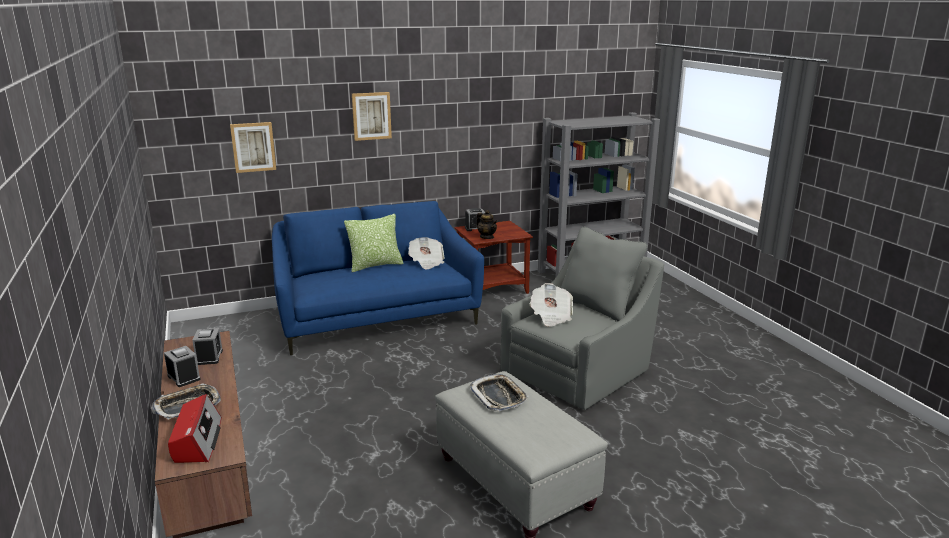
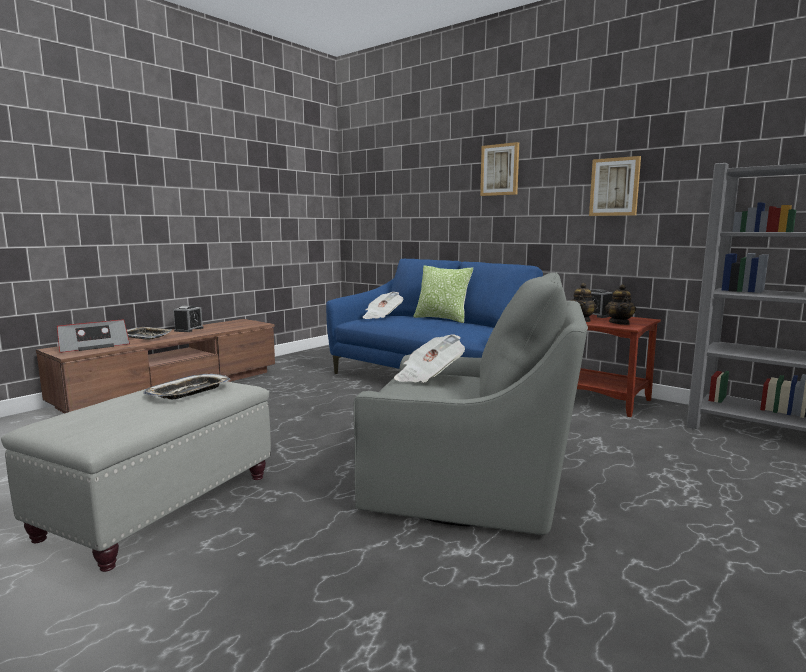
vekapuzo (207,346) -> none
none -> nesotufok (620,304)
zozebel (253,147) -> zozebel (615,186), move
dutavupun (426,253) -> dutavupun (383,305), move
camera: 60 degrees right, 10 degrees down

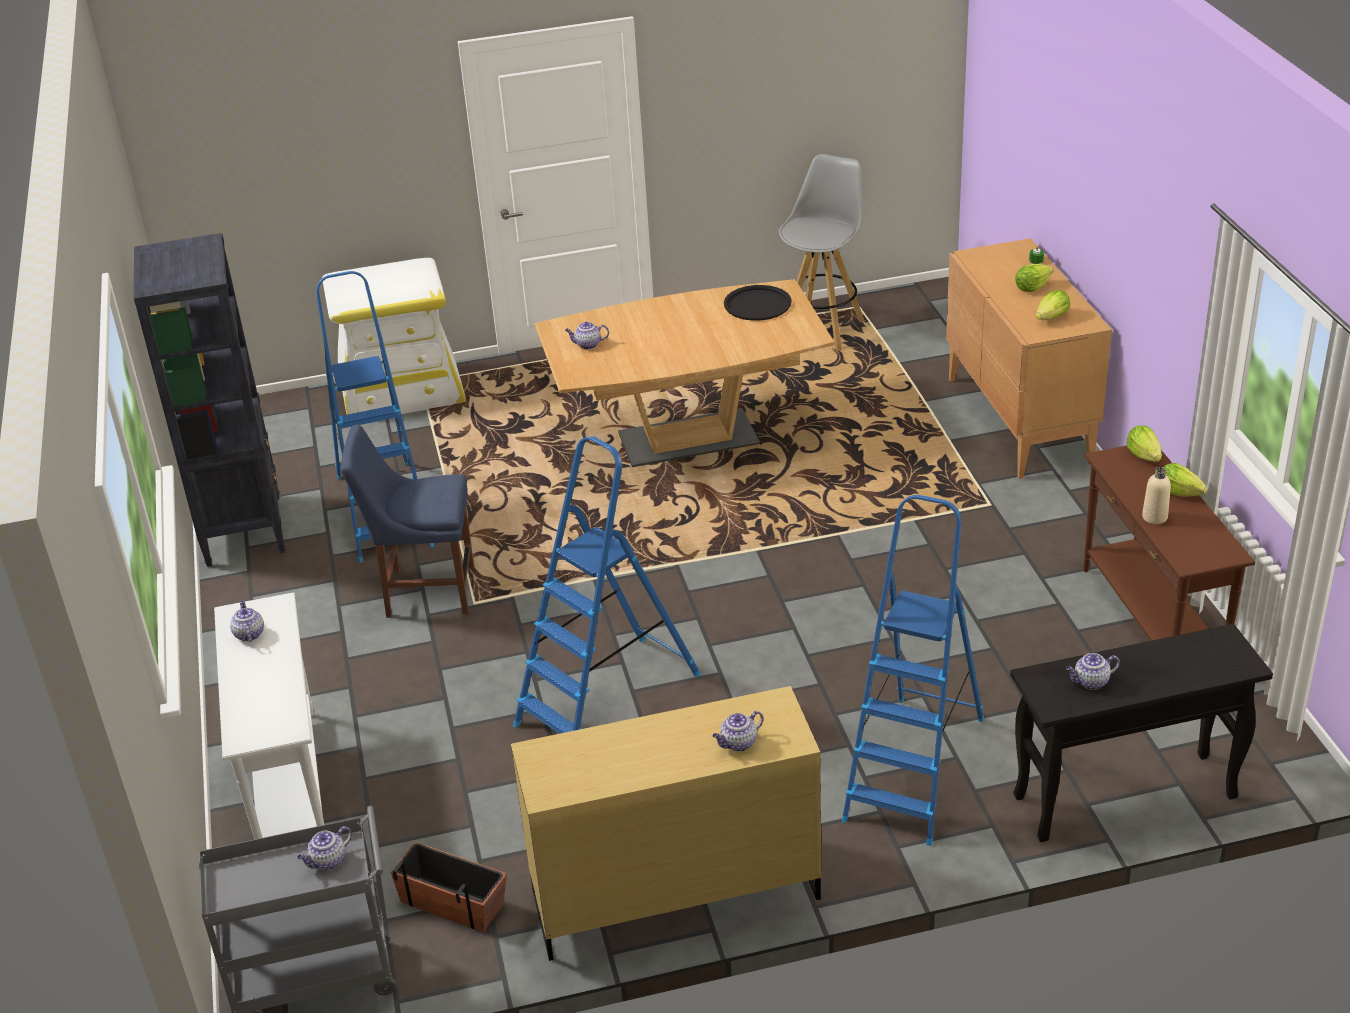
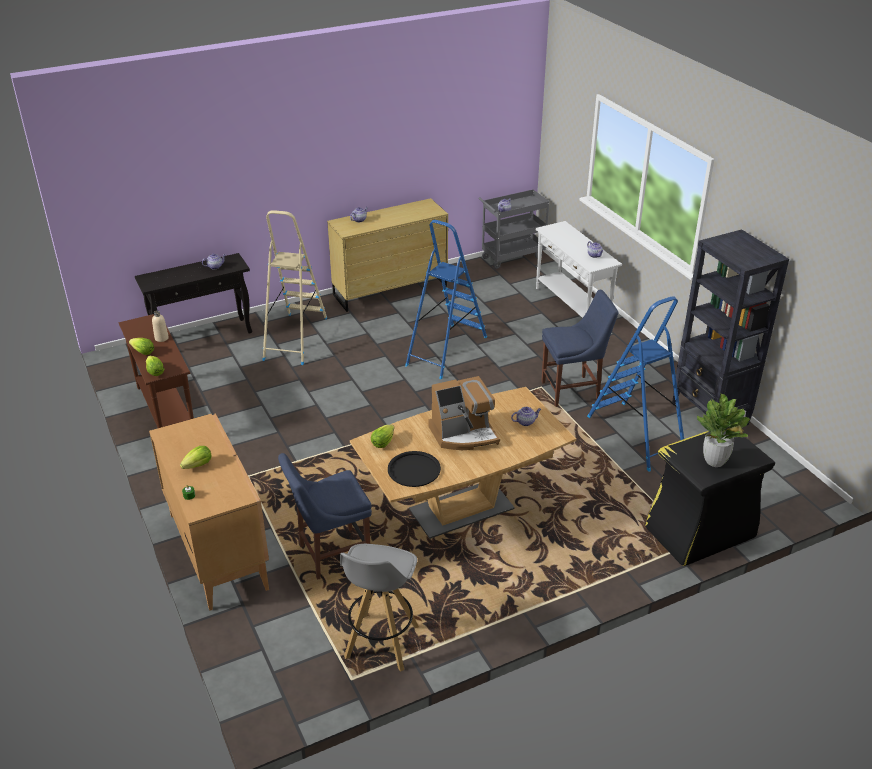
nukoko (448,887) -> none
none -> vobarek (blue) (325,516)
none -> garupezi (464,413)
none -> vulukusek (724,430)
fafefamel (1053,305) -> fafefamel (382,436), move
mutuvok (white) (394,336) -> mutuvok (black) (710,496)
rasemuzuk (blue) (913,670) -> rasemuzuk (beige) (295,287)
camera: 165 degrees right, 0 degrees up

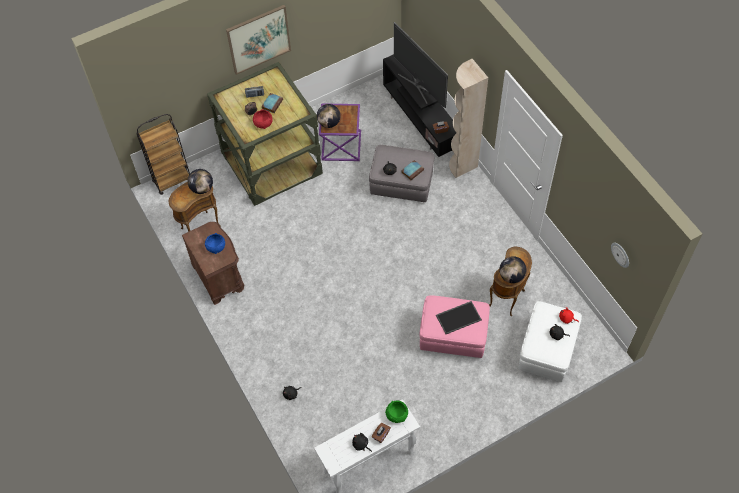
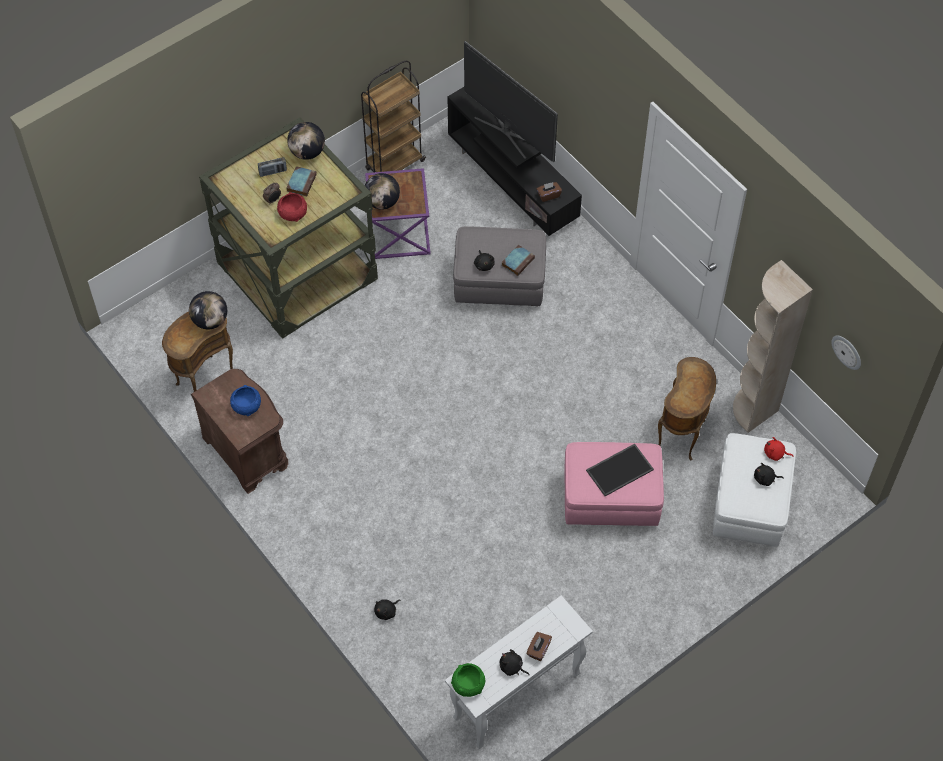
zozebel (258,40) -> none
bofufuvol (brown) (163,154) -> bofufuvol (brown) (394,116), move
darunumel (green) (396,411) -> darunumel (green) (468,680), move
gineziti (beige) (468,118) -> gineziti (beige) (773,346), move
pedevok (513,269) -> pedevok (306,141), move
camera: 10 degrees left, 0 degrees up

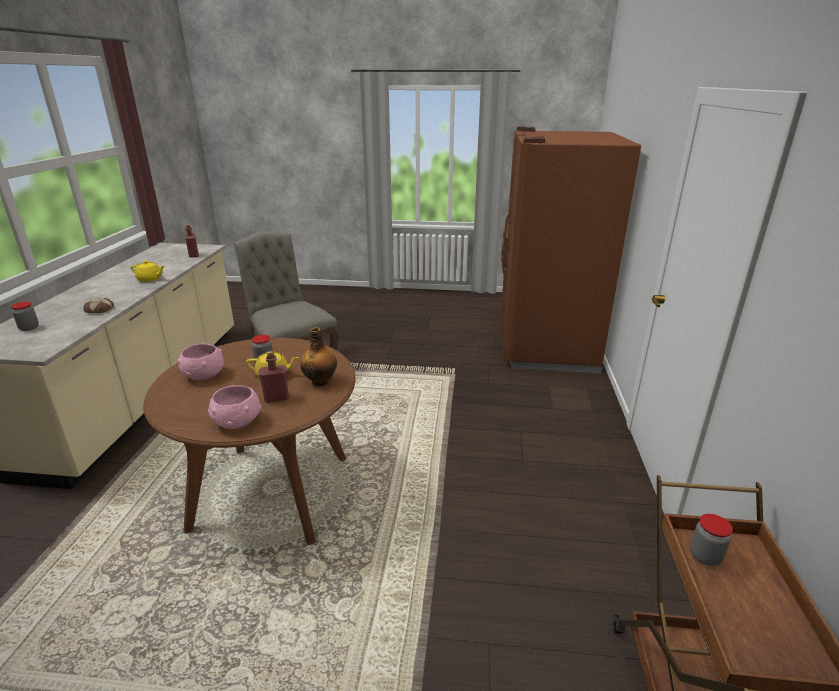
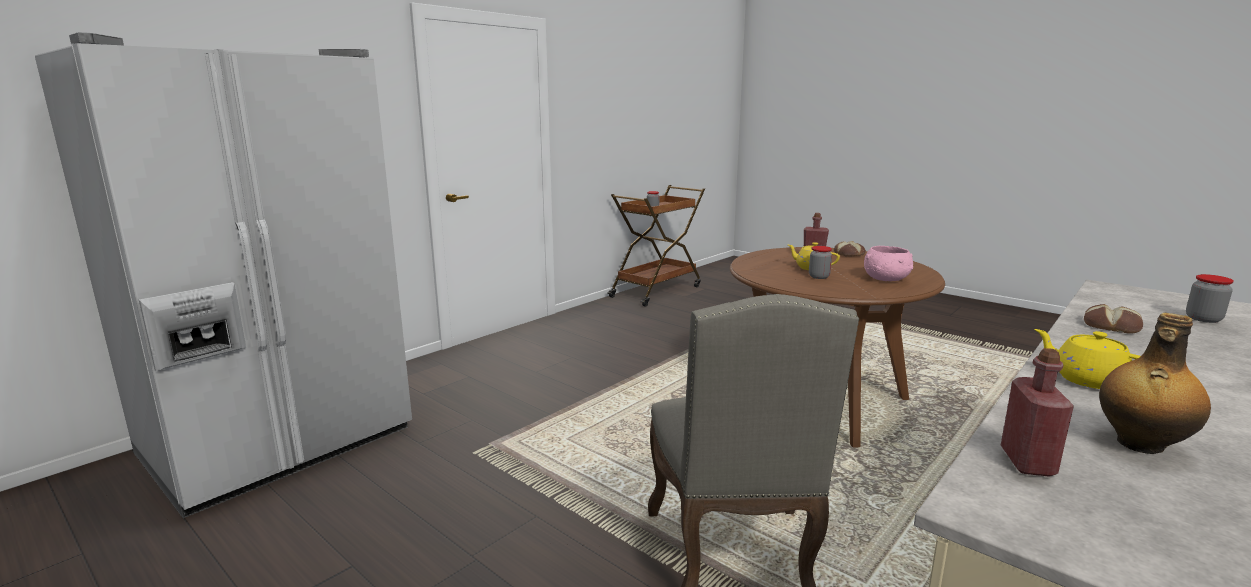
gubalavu (318,356) -> gubalavu (1155,383), move
darunumel (pink) (235,407) -> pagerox (850,248)
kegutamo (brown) (571,250) -> kegutamo (white) (223,275)
camera: 145 degrees left, 10 degrees down

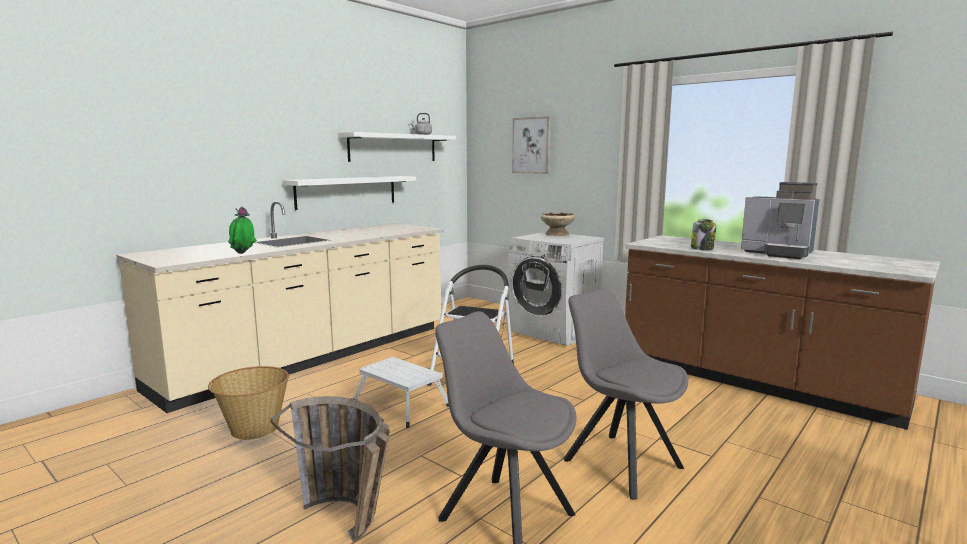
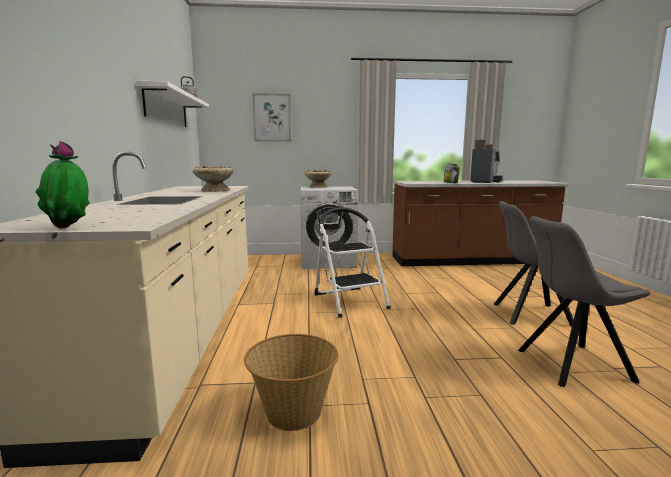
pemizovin (330,469) -> none
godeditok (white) (349,193) -> none
rasemuzuk (white) (401,392) -> none
none -> darunumel (beige) (213,178)
vulukusek (242,230) -> vulukusek (62,185), move
garupezi (780,220) -> garupezi (486,161), 60 degrees counterclockwise
camera: 45 degrees left, 0 degrees up

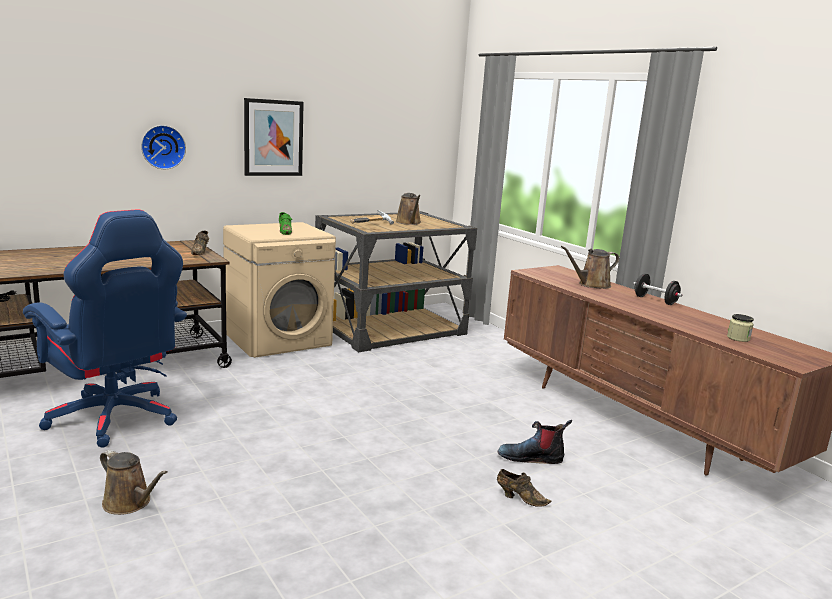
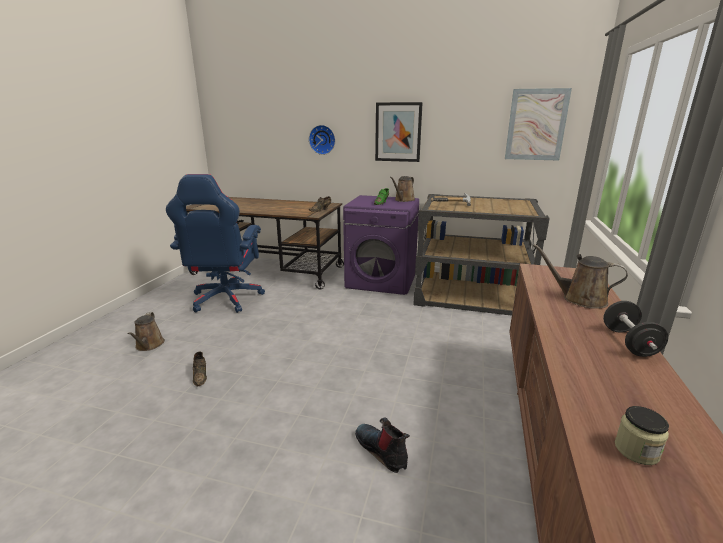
none -> zozebel (538,124)
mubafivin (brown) (408,209) -> mubafivin (brown) (402,189), move
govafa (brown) (524,488) -> govafa (brown) (200,368), move
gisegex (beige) (279,290) -> gisegex (purple) (381,245)
camera: 50 degrees right, 5 degrees up

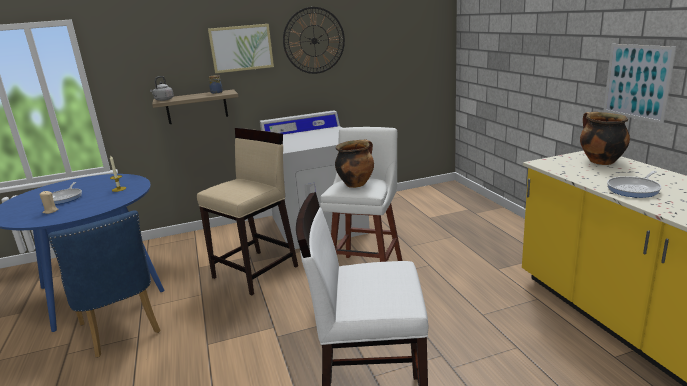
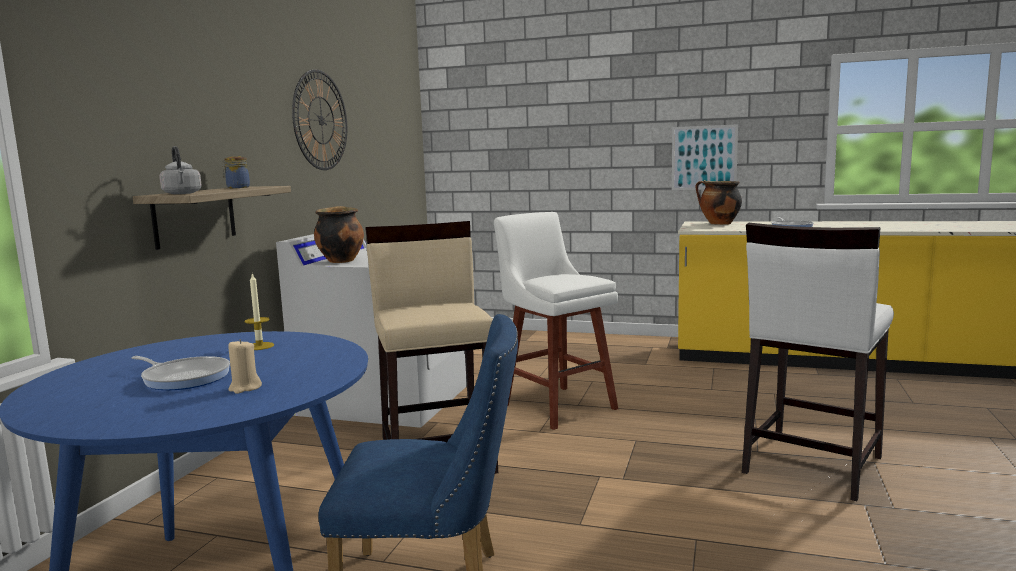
zozebel (241,48) -> none
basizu (354,163) -> basizu (339,234), move
camera: 55 degrees left, 10 degrees down

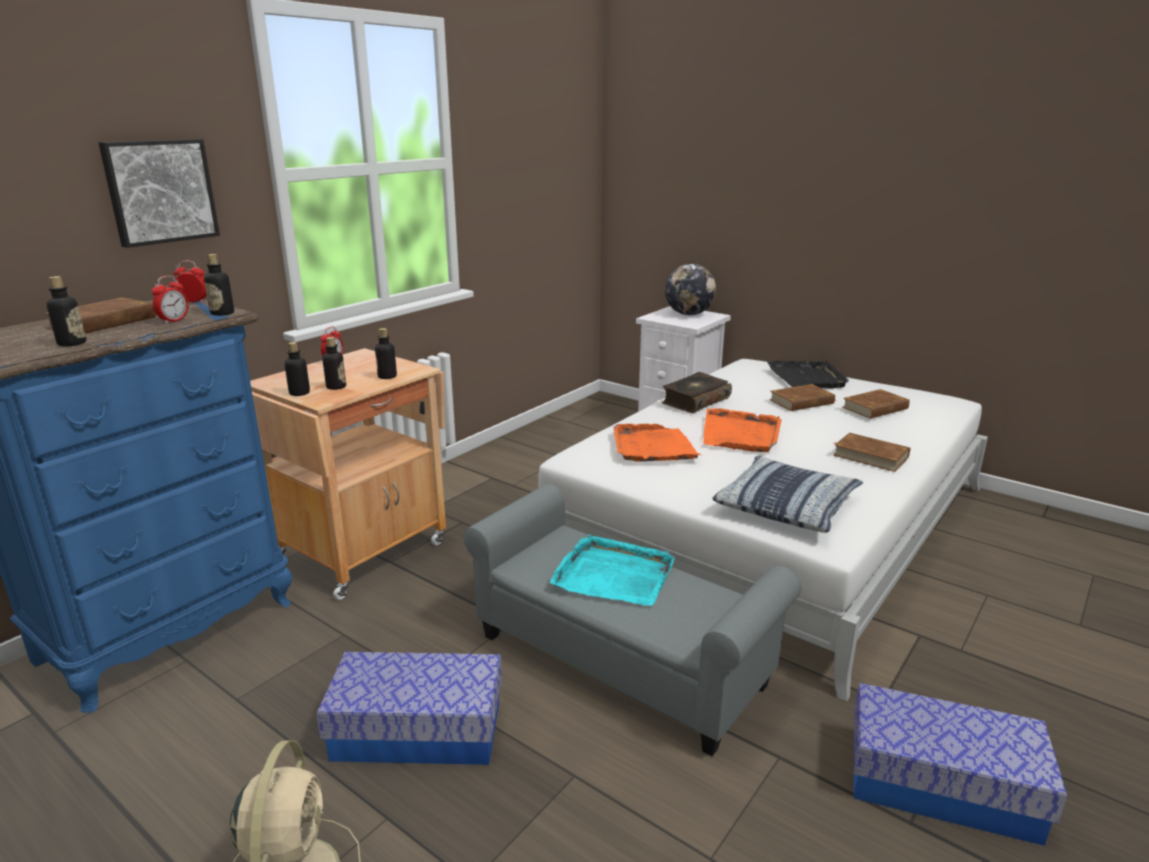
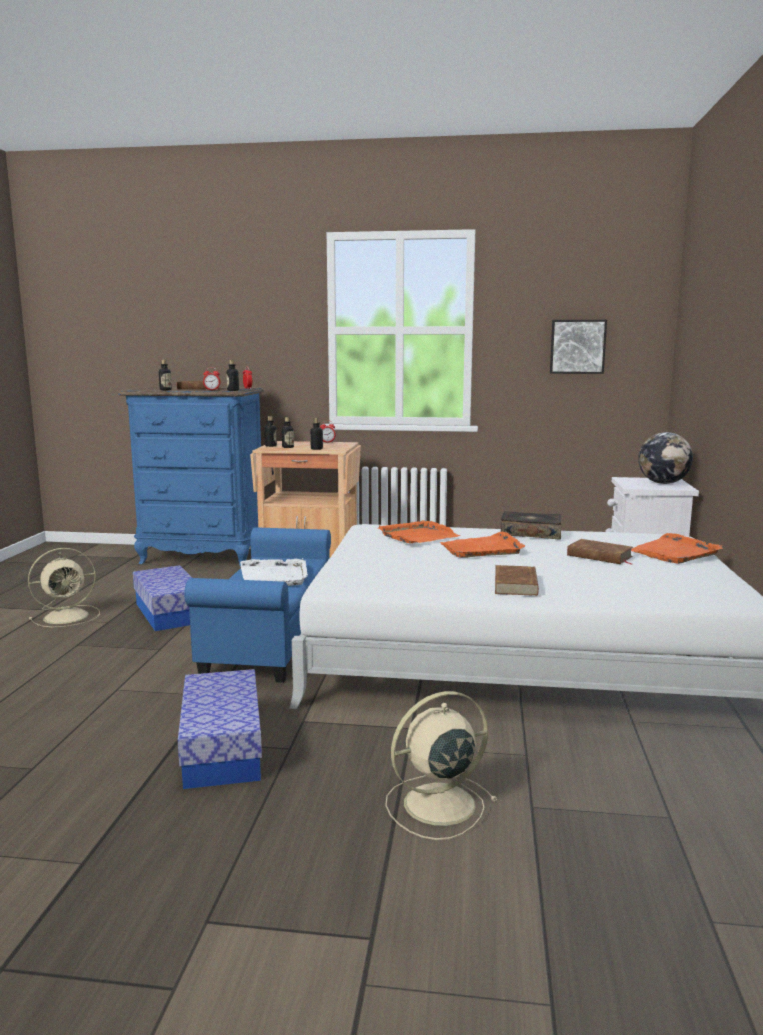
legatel (787,494) -> none
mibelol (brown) (876,404) -> none
none -> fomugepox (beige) (441,765)
zozebel (159,193) -> zozebel (578,347), move
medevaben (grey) (632,620) -> medevaben (blue) (257,605)
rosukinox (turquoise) (612,570) -> rosukinox (white) (274,572)
rosukinox (black) (808,374) -> rosukinox (orange) (677,548)
camera: 60 degrees right, 10 degrees down

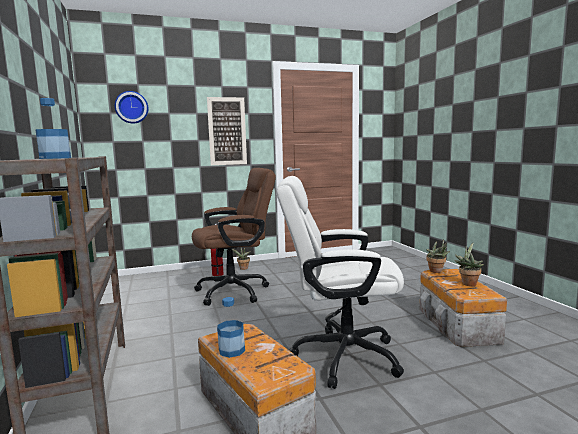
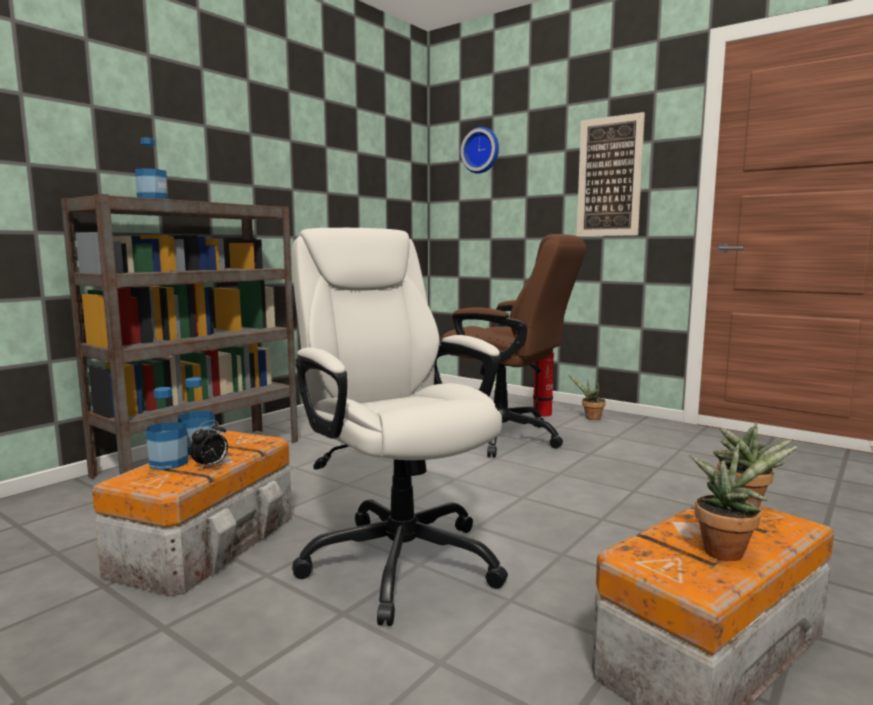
none -> gubalavu (167,428)
none -> vekapuzo (209,445)
camera: 55 degrees right, 0 degrees up

